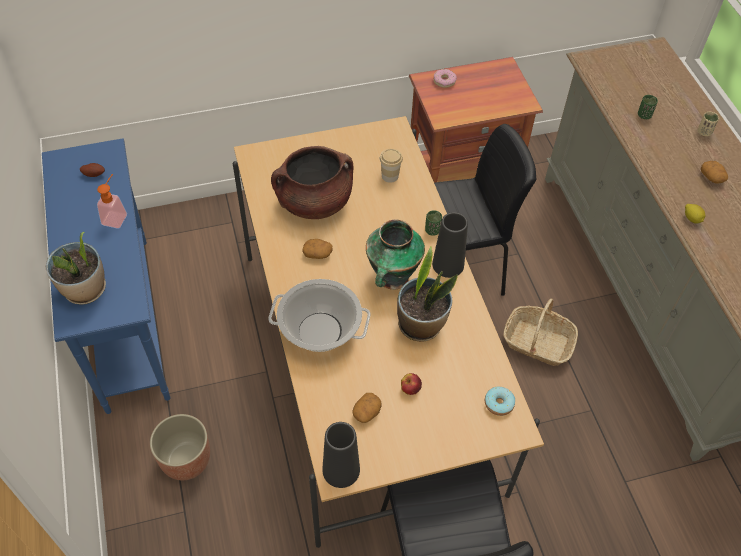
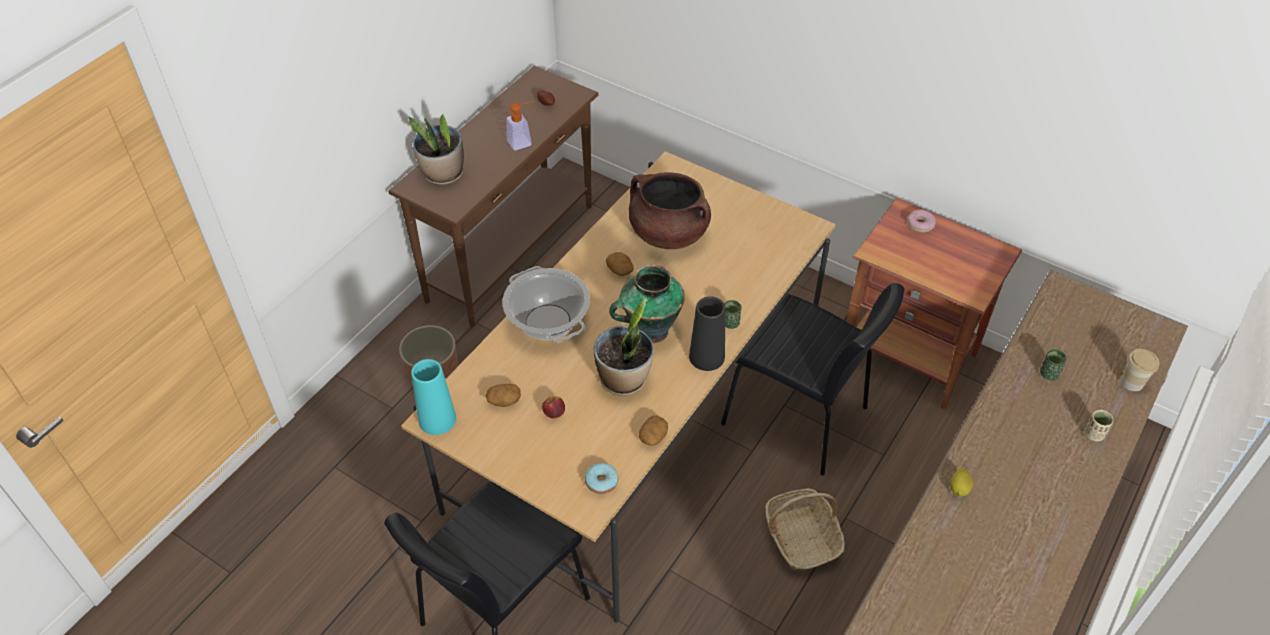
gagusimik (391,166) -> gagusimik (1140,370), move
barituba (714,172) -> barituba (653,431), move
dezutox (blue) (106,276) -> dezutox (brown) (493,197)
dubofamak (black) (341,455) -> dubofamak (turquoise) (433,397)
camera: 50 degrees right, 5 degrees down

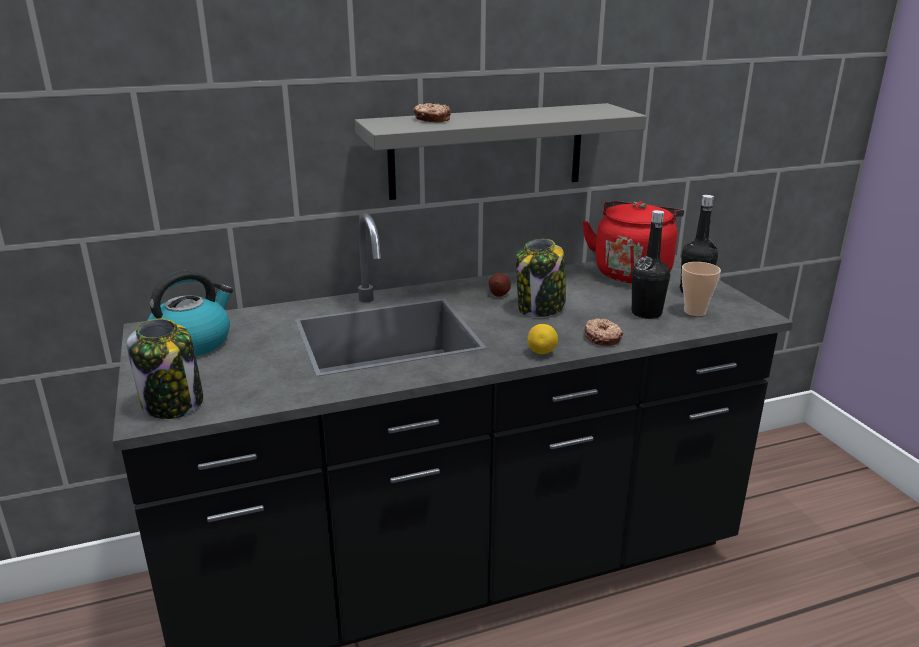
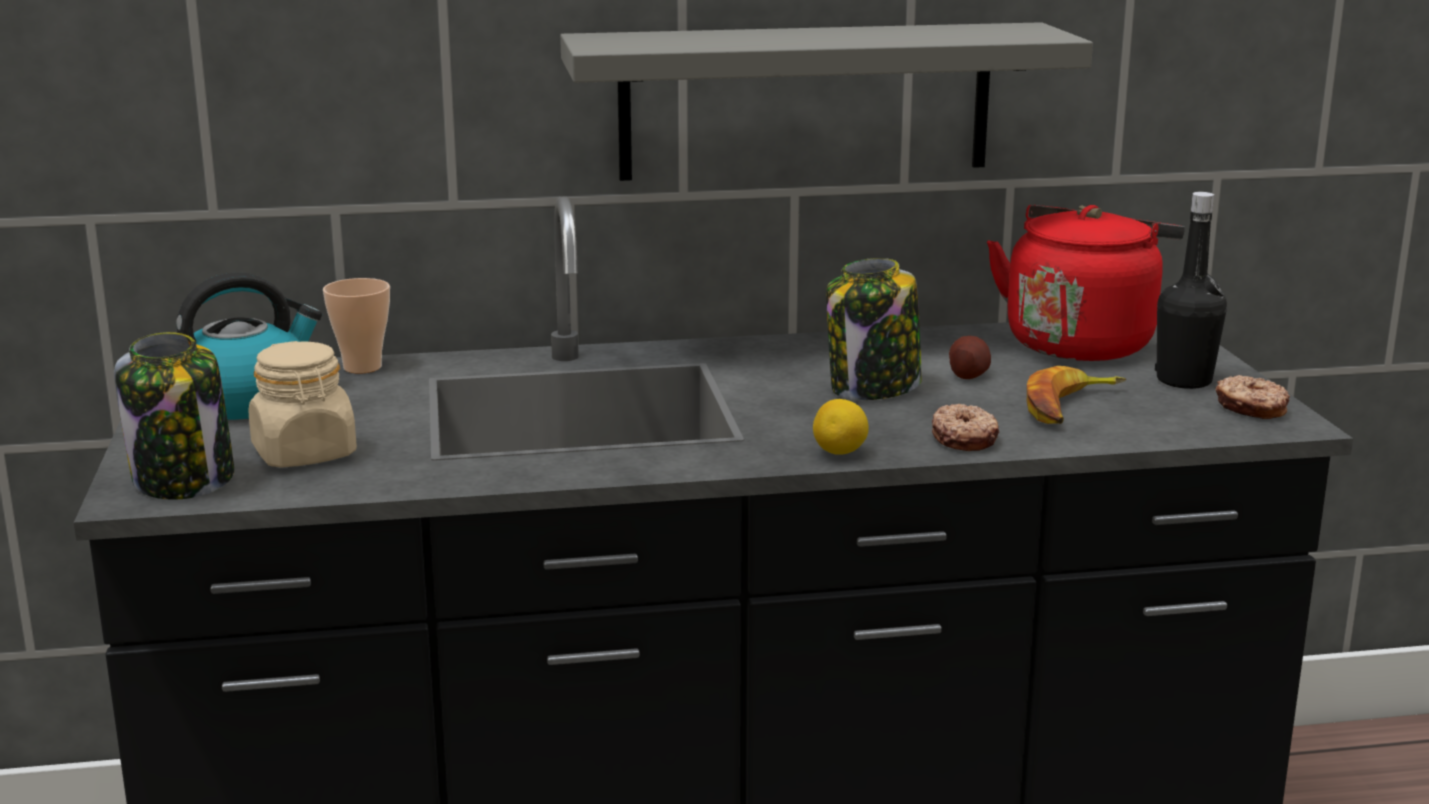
none -> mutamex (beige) (302,404)
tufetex (432,112) -> tufetex (1252,397), move
barituba (499,285) -> barituba (970,357), move
gagusimik (701,289) -> gagusimik (356,326), move
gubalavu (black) (651,264) -> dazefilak (1076,395)
camera: 10 degrees right, 5 degrees down

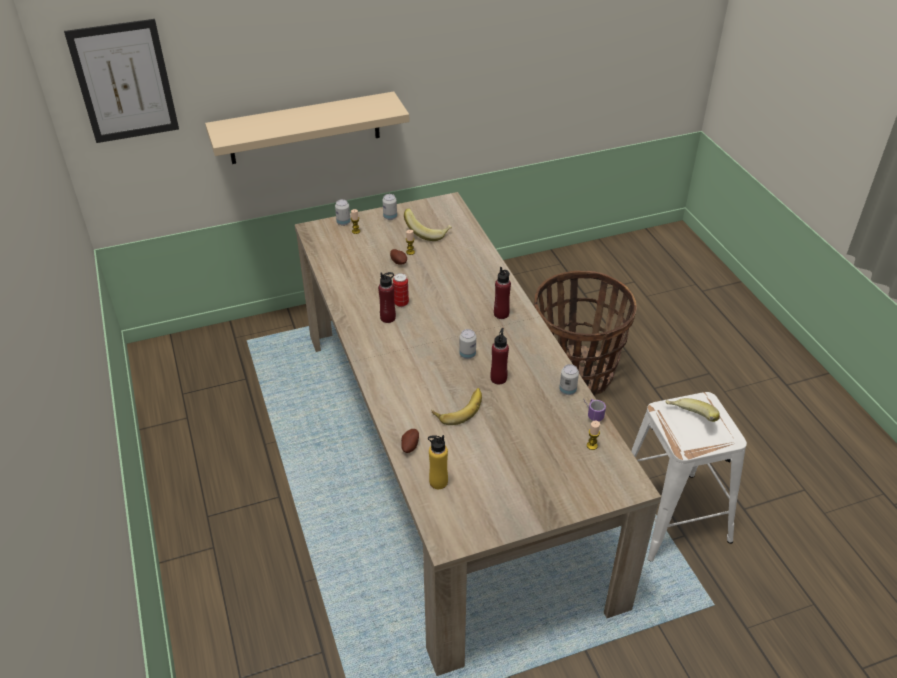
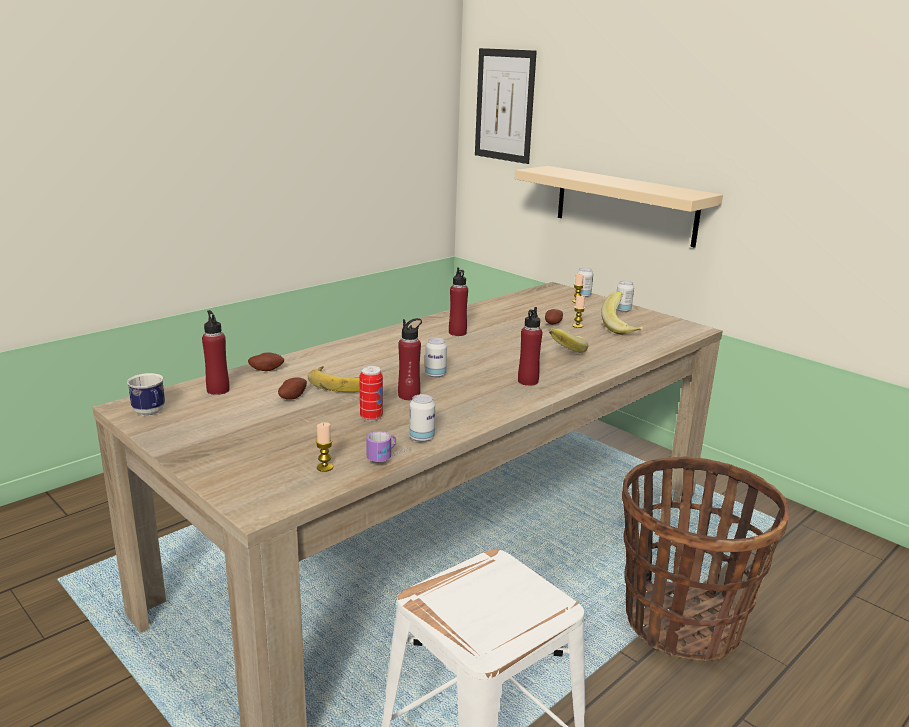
none -> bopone (146,394)
none -> barituba (292,388)
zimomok (401,290) -> zimomok (371,393), move
dazefilak (693,410) -> dazefilak (569,340), move
gubalavu (yellow) (438,462) -> gubalavu (red) (215,352)
camera: 65 degrees right, 20 degrees down

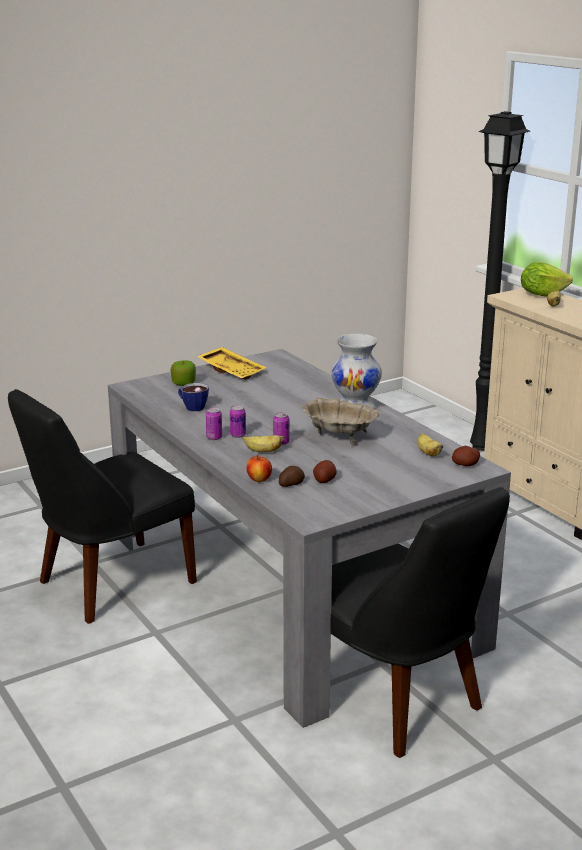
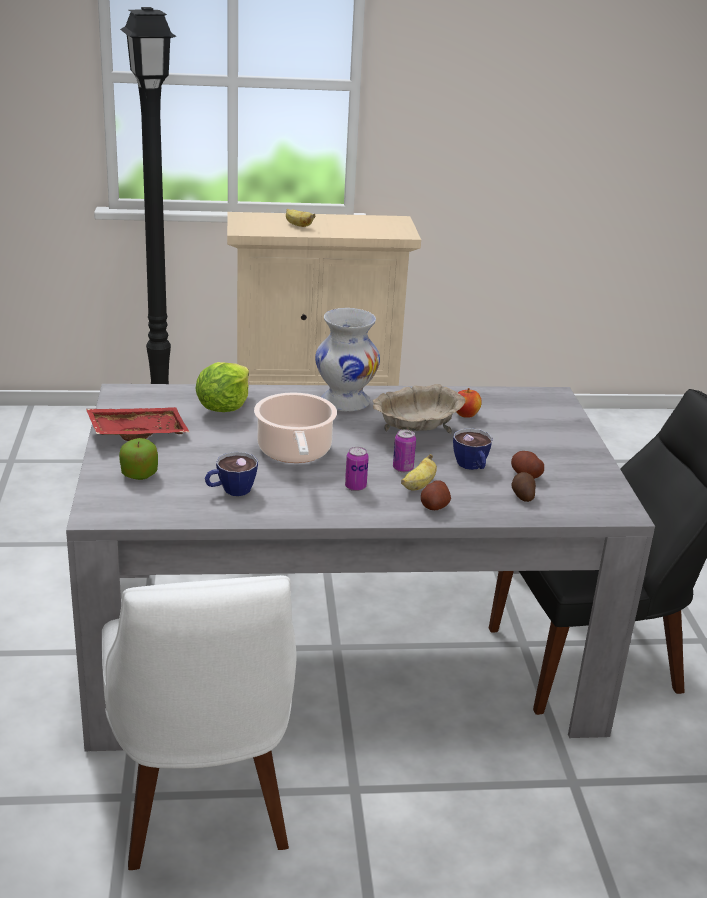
zimomok (214,424) -> none
dazefilak (430,444) -> none
none -> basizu (295,427)
none -> gagusimik (473,449)
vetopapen (259,468) -> vetopapen (469,403), move
barituba (466,456) -> barituba (436,495), move
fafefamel (547,279) -> fafefamel (222,387), move
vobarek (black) (102,506) -> vobarek (white) (199,722)
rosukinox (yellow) (231,363) -> rosukinox (red) (137,424)
camera: 65 degrees left, 5 degrees up

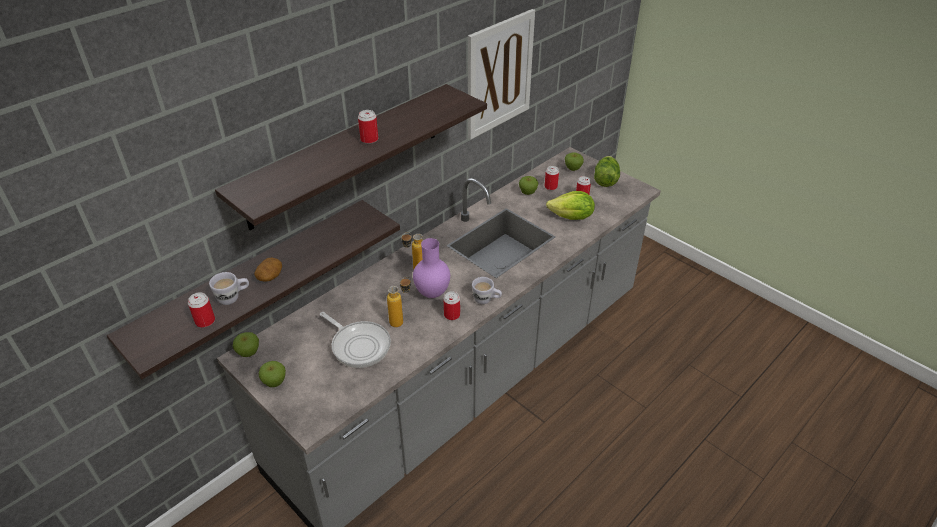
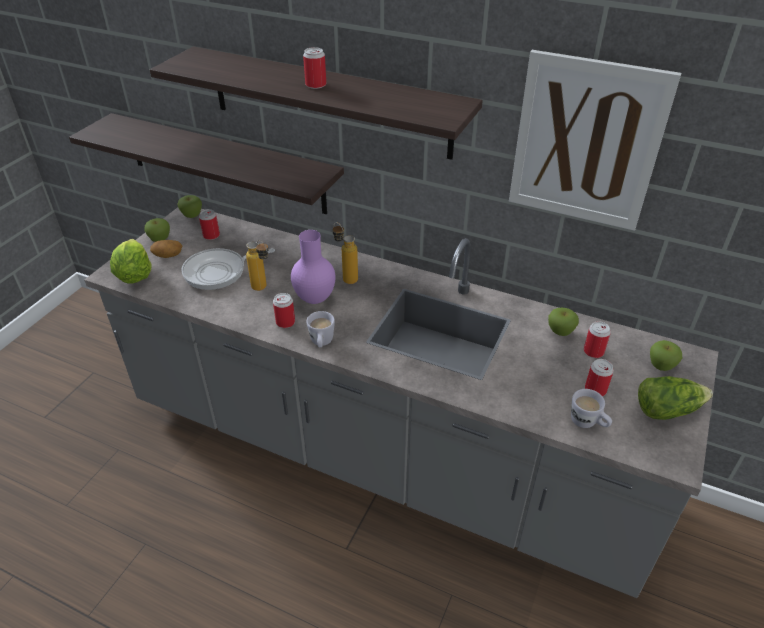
zimomok (201,310) -> zimomok (209,224), move
bopone (white) (229,288) -> bopone (white) (591,408), move
barituba (268,270) -> barituba (166,249), move
fafefamel (570,205) -> fafefamel (131,261), move
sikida (355,340) -> sikida (228,269), 45 degrees clockwise
camera: 70 degrees right, 0 degrees up

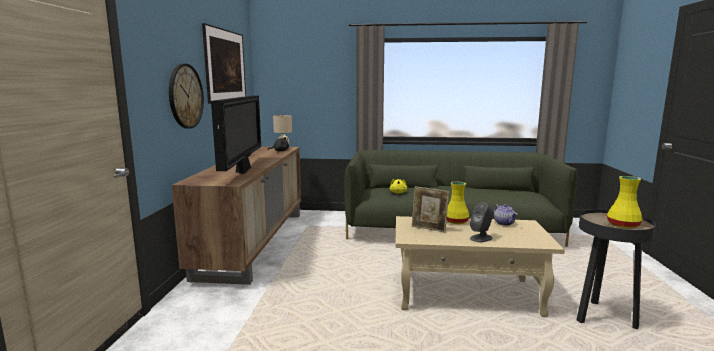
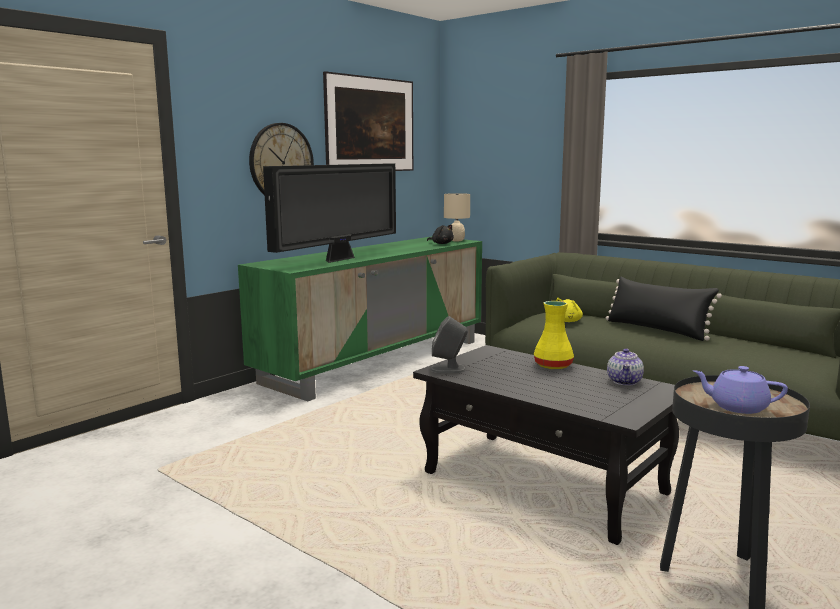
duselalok (430,209) -> none
none -> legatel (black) (664,309)
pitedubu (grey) (482,222) -> pitedubu (grey) (449,344), move
dubofamak (yellow) (625,202) -> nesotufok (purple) (740,390)
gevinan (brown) (236,215) -> gevinan (green) (360,319)
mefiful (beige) (480,266) -> mefiful (black) (546,445)
camera: 35 degrees right, 0 degrees up

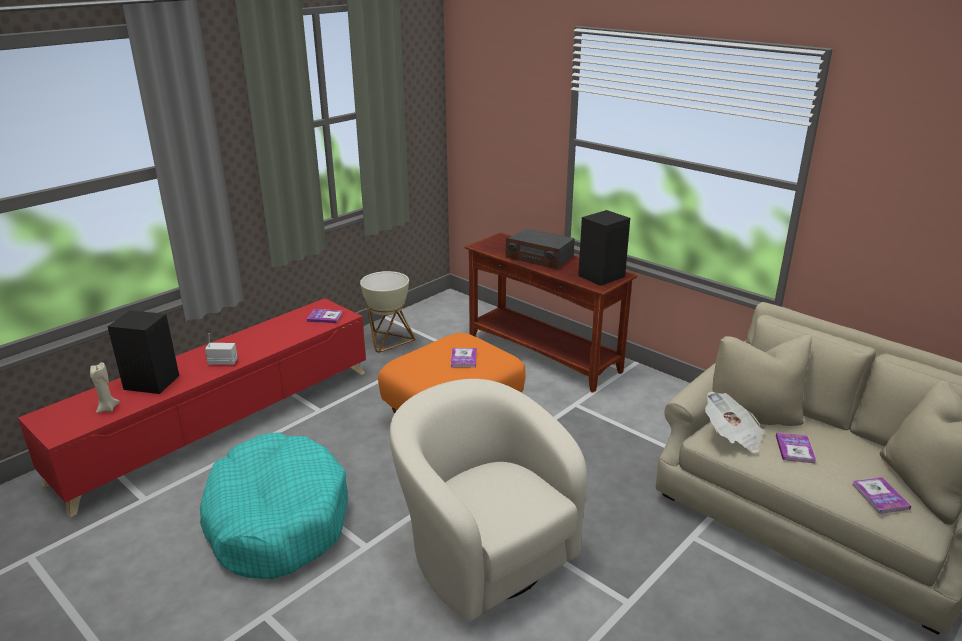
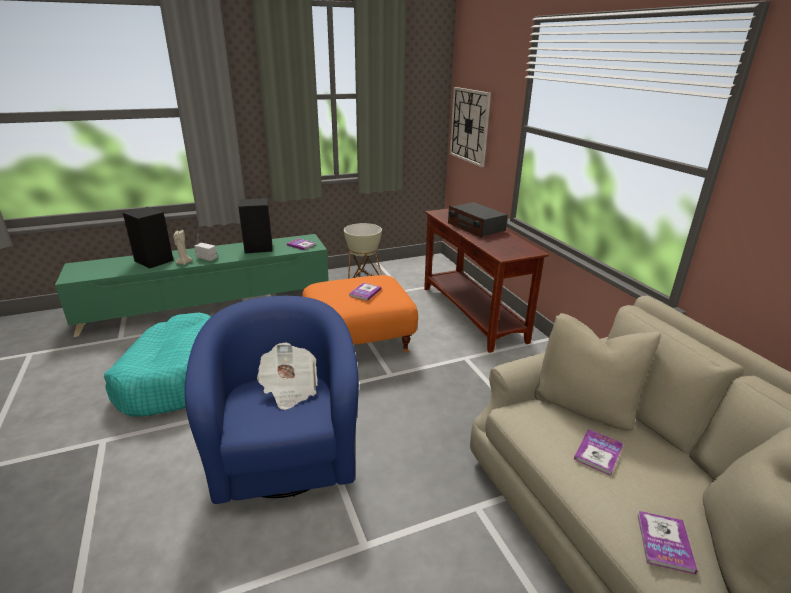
none -> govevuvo (470,127)
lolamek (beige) (105,387) -> lolamek (beige) (183,247), move
pitedubu (black) (604,248) -> pitedubu (black) (255,225), move
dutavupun (735,422) -> dutavupun (287,376), move
gevinan (red) (192,407) -> gevinan (green) (192,285)
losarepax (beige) (488,500) -> losarepax (blue) (272,400)
camera: 25 degrees right, 0 degrees up

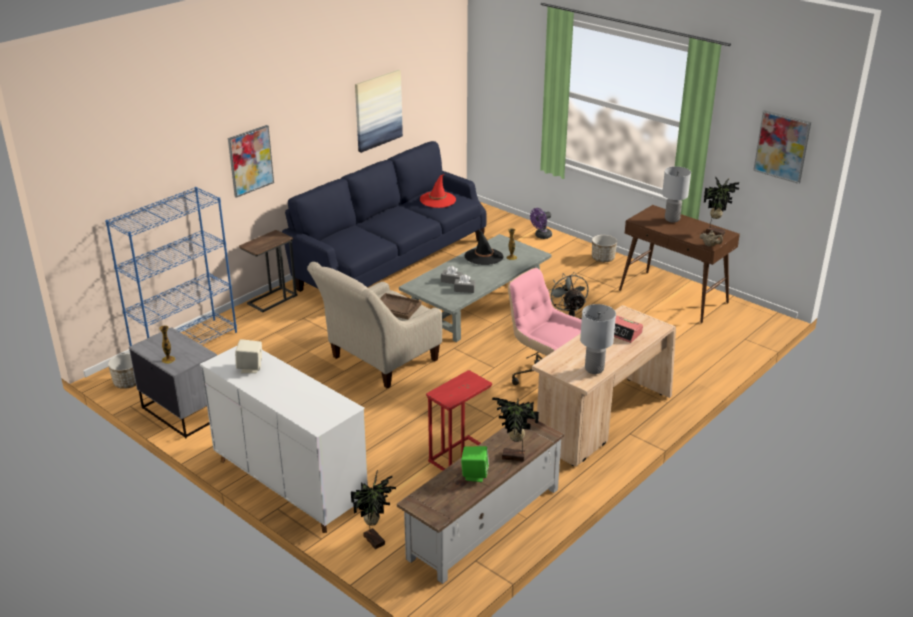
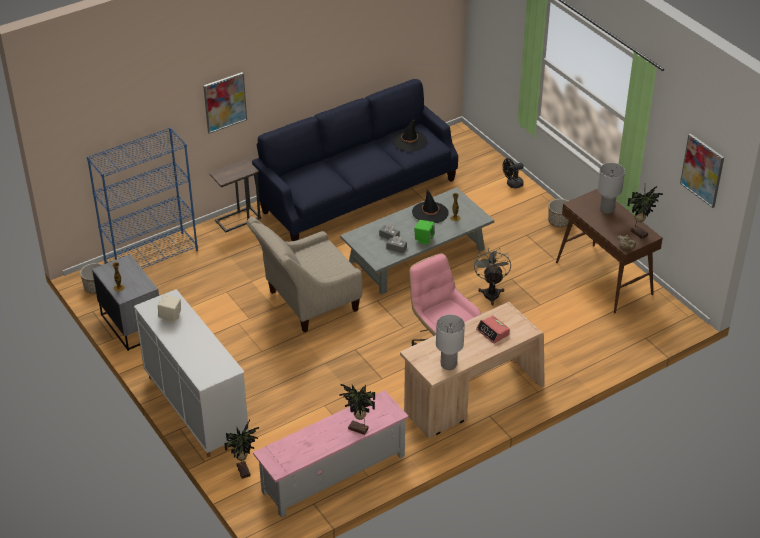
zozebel (379,111) -> none
rosukinox (brown) (401,306) -> none
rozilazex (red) (459,420) -> none
pitedubu (green) (475,464) -> pitedubu (green) (424,232), move
gevinan (brown) (480,501) -> gevinan (pink) (331,454)
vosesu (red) (438,191) -> vosesu (black) (409,136)
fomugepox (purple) (541,223) -> fomugepox (black) (513,173)
camera: 15 degrees right, 10 degrees up

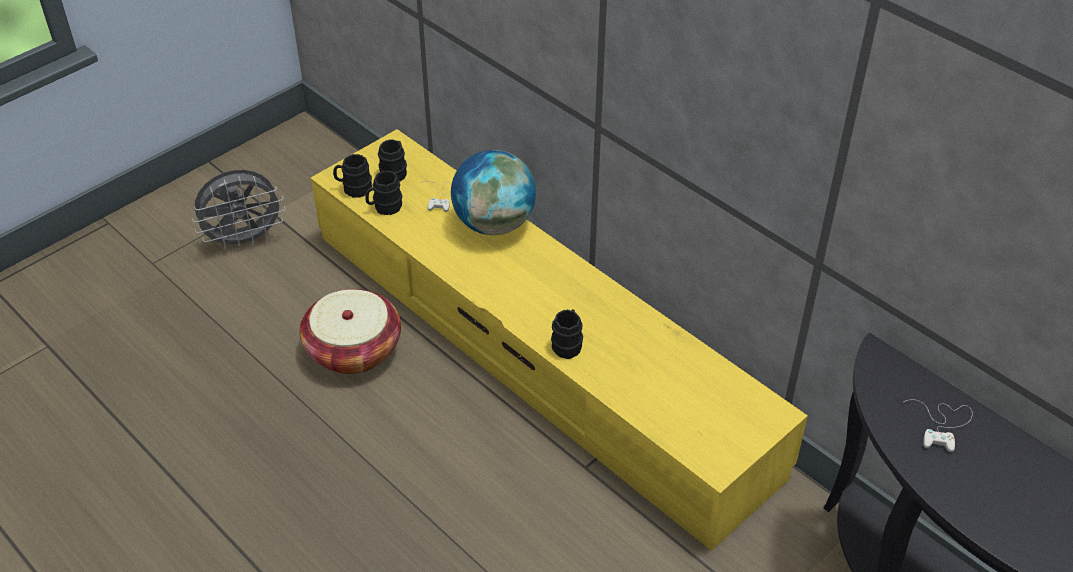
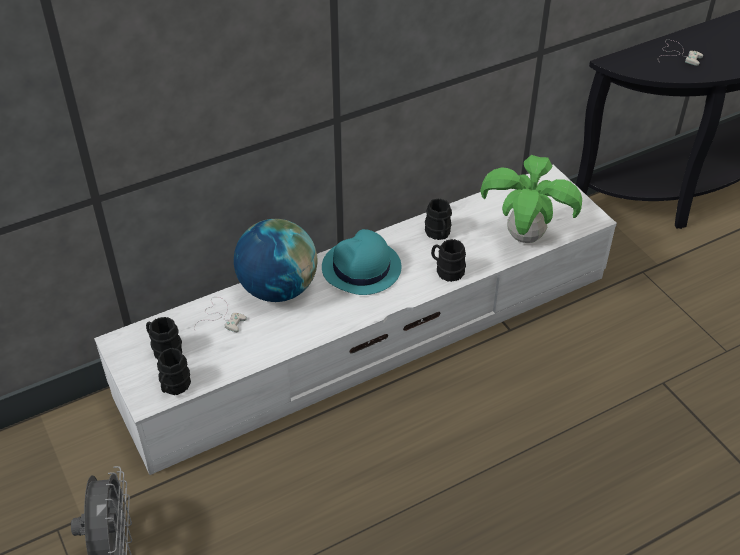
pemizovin (350,331) -> none
none -> vosesu (turquoise) (362,262)
none -> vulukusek (531,199)
bopone (black) (383,193) -> bopone (black) (438,219), move
gevinan (yellow) (559,340) -> gevinan (white) (355,320)
camera: 75 degrees left, 0 degrees up

